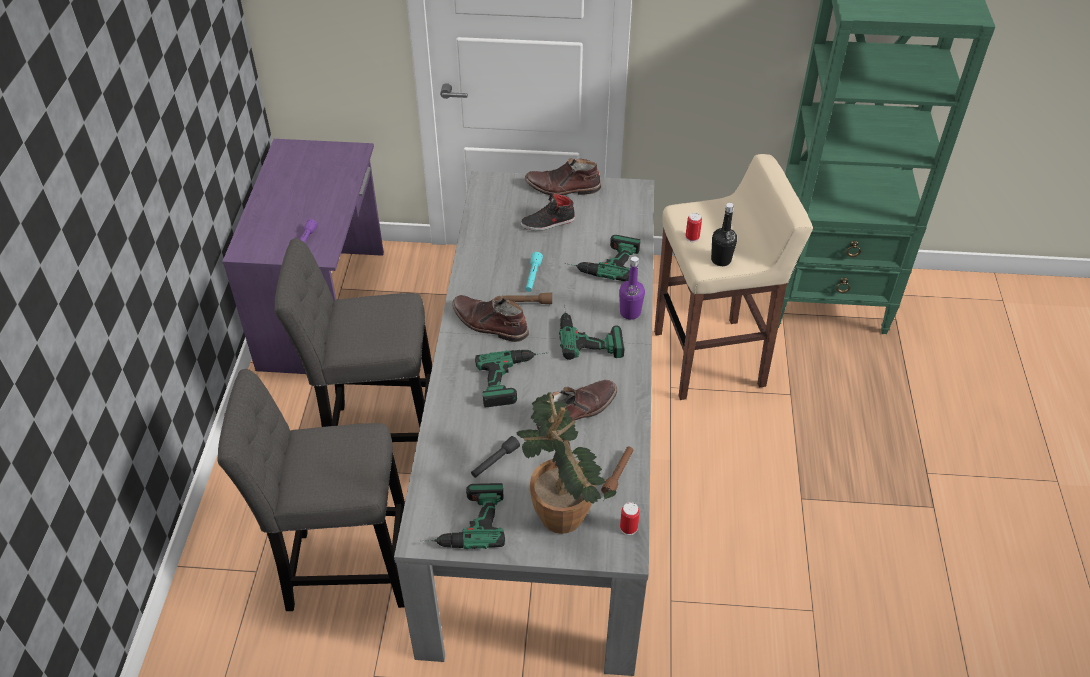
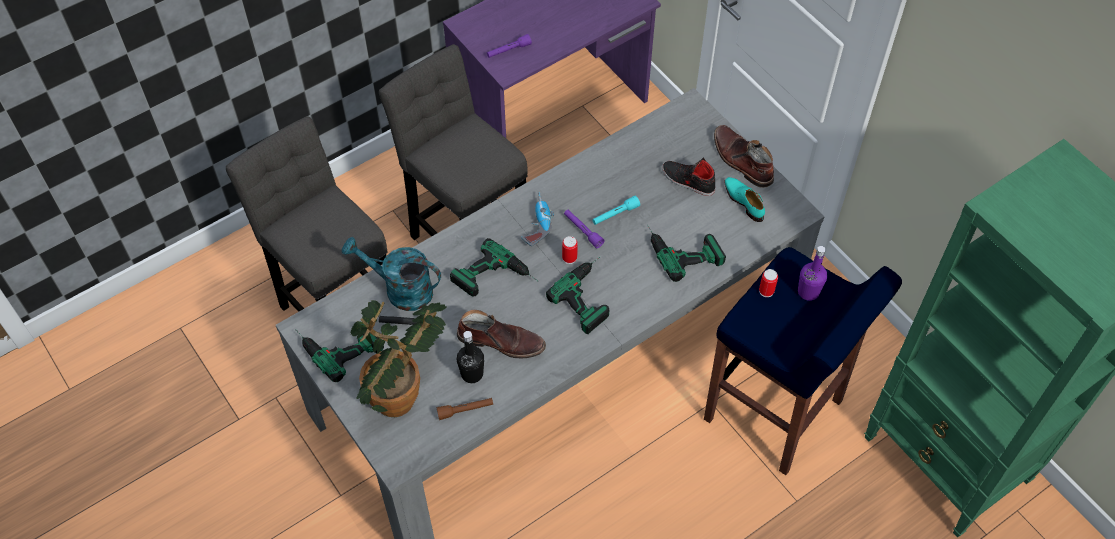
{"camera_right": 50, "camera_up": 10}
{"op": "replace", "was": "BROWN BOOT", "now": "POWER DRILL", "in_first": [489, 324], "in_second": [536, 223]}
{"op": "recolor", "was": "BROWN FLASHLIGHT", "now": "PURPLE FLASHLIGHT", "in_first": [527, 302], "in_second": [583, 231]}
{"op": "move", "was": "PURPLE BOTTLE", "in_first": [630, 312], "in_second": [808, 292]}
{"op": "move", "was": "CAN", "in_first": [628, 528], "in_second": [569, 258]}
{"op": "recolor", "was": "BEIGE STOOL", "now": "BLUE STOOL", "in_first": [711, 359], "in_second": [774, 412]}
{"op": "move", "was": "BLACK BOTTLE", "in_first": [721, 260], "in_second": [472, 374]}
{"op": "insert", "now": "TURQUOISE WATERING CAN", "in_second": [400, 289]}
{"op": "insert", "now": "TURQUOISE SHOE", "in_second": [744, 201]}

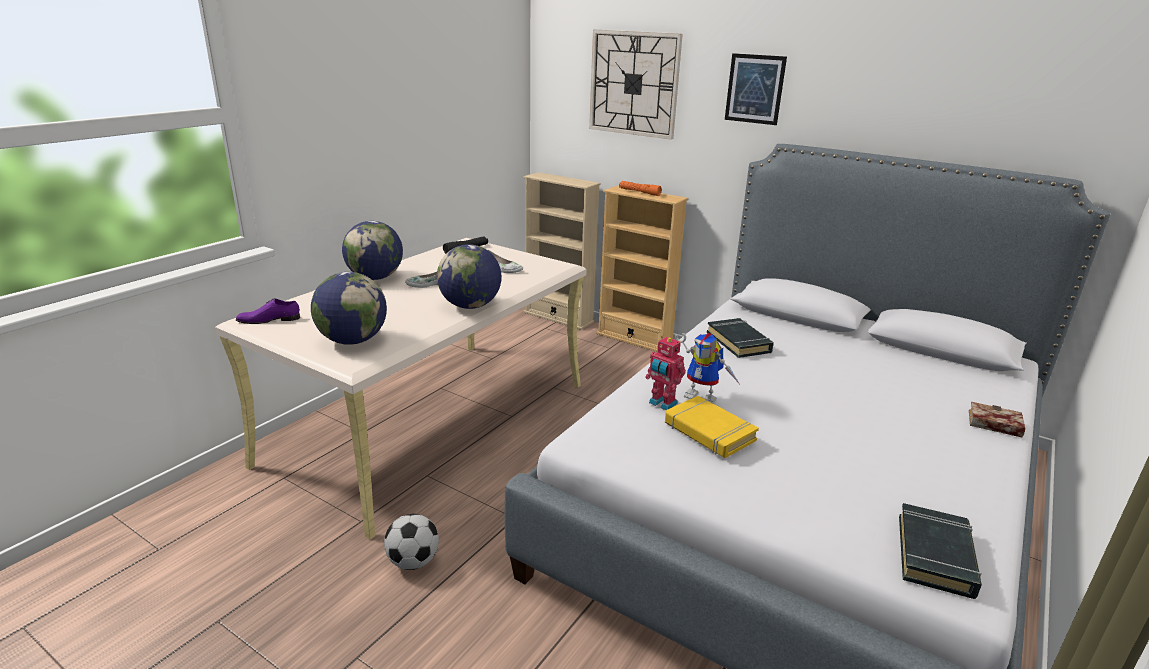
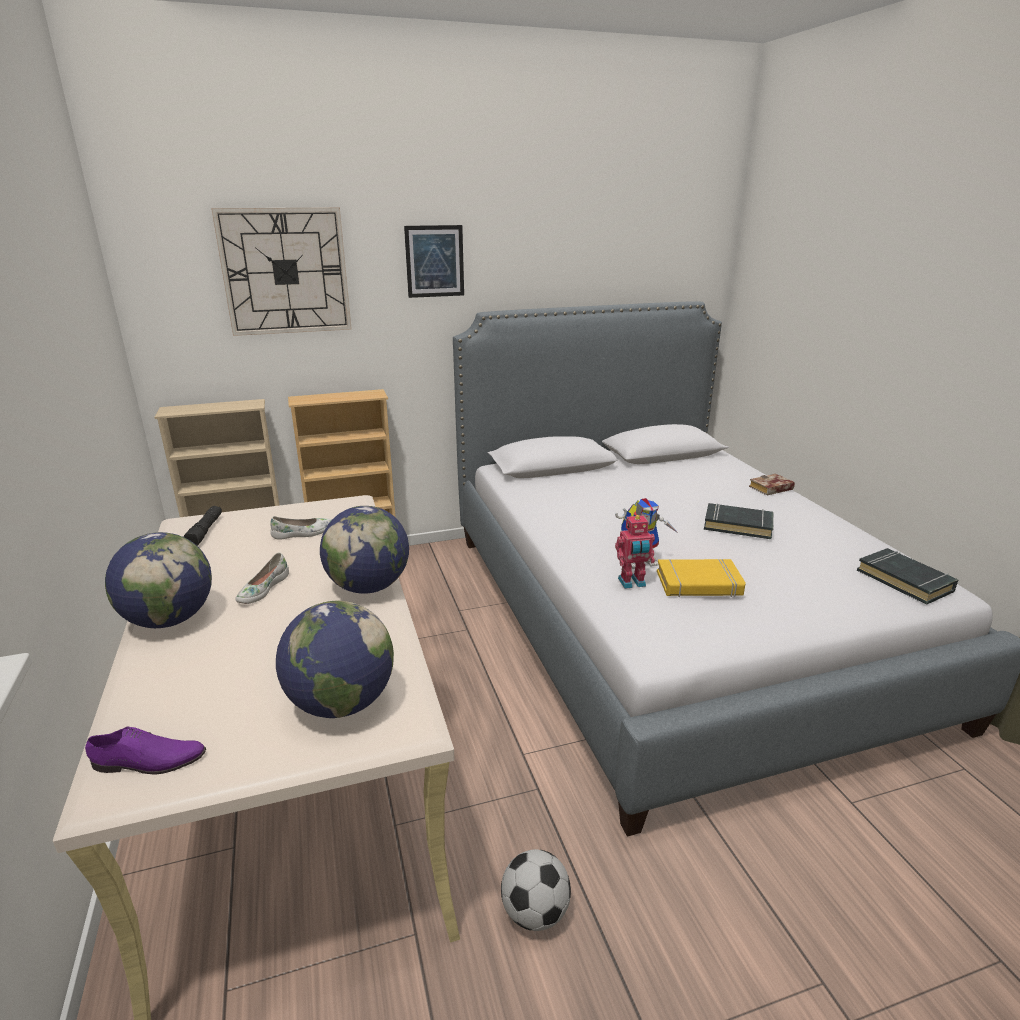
{"camera_right": -50, "camera_up": 0}
{"op": "rotate", "was": "PURPLE SHOE", "in_first": [269, 319], "in_second": [148, 762], "clockwise": -120}
{"op": "delete", "was": "ORANGE FLASHLIGHT", "in_first": [639, 192]}
{"op": "move", "was": "BLACK BOOK", "in_first": [739, 342], "in_second": [738, 525]}

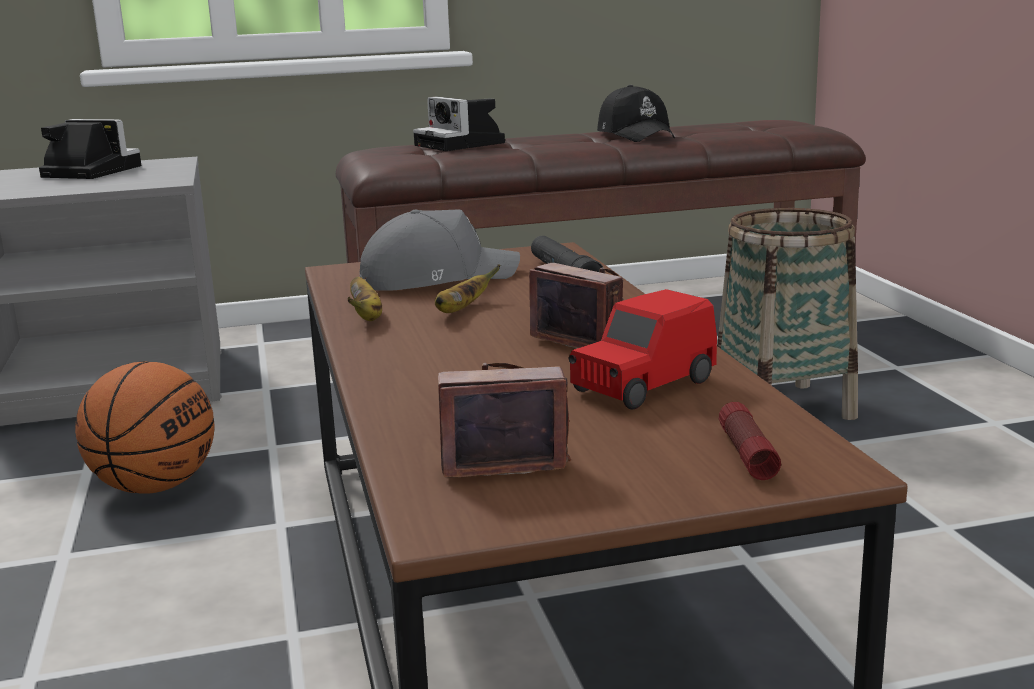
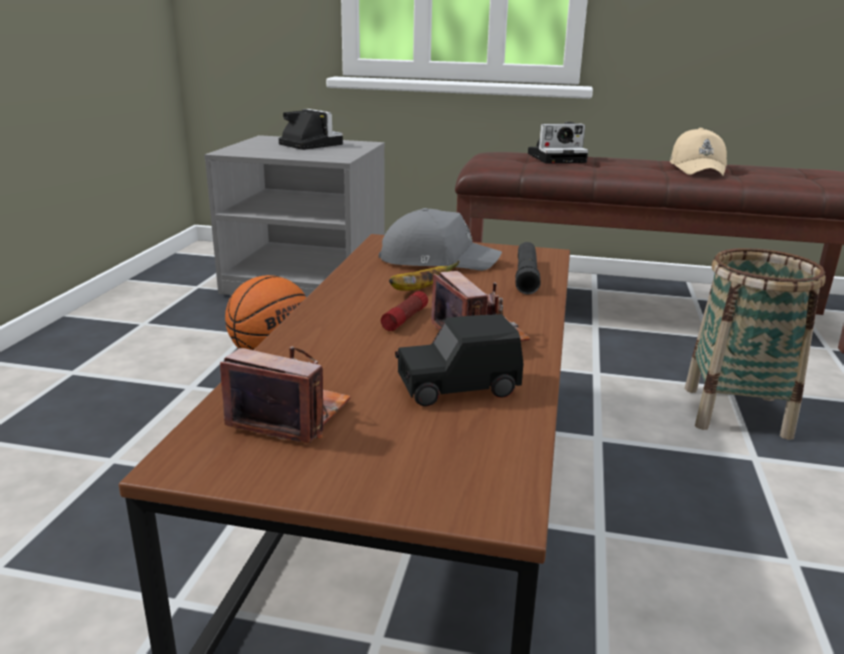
{"camera_right": 25, "camera_up": 5}
{"op": "delete", "was": "BANANA", "in_first": [366, 316]}
{"op": "rotate", "was": "PHOTO CAMERA", "in_first": [462, 144], "in_second": [558, 158], "clockwise": -90}
{"op": "recolor", "was": "RED TOY CAR", "now": "BLACK TOY CAR", "in_first": [642, 387], "in_second": [456, 388]}
{"op": "recolor", "was": "BLACK CAP", "now": "BEIGE CAP", "in_first": [636, 135], "in_second": [697, 168]}
{"op": "move", "was": "FLASHLIGHT", "in_first": [746, 454], "in_second": [405, 319]}

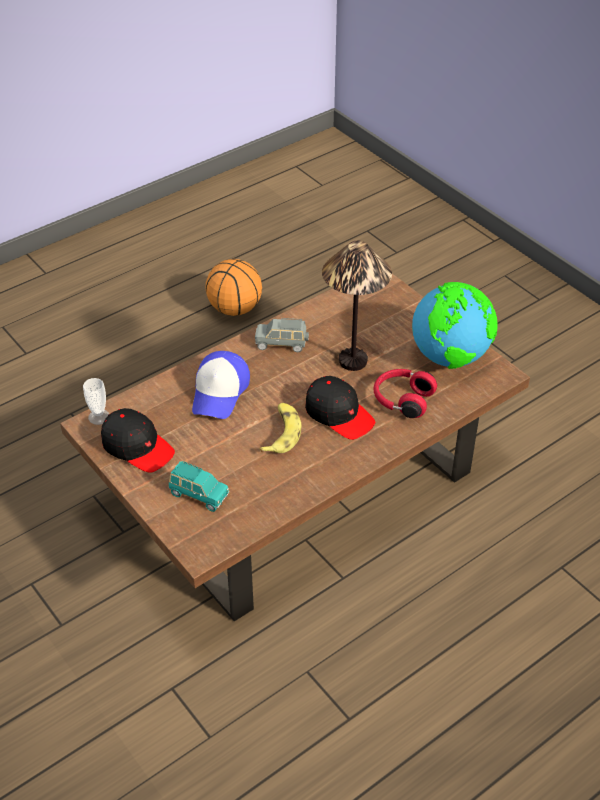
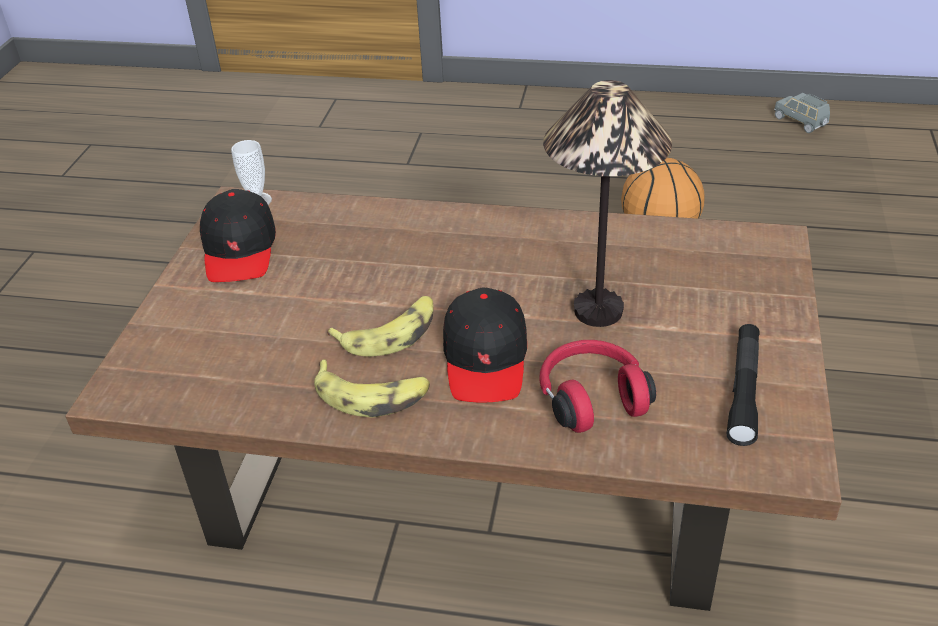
{"camera_right": 50, "camera_up": -5}
{"op": "delete", "was": "TURQUOISE TOY CAR", "in_first": [198, 495]}
{"op": "delete", "was": "CAP", "in_first": [220, 392]}
{"op": "move", "was": "GREY TOY CAR", "in_first": [282, 344], "in_second": [800, 122]}
{"op": "replace", "was": "GLOBE", "now": "BLACK FLASHLIGHT", "in_first": [450, 357], "in_second": [743, 390]}
{"op": "insert", "now": "BANANA", "in_second": [372, 395]}

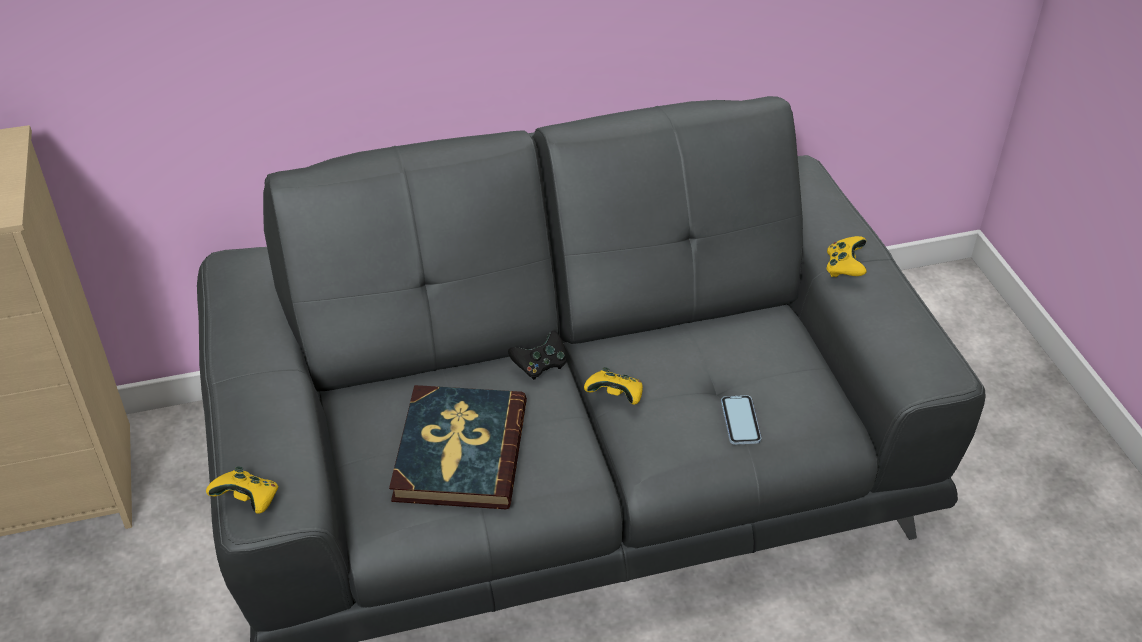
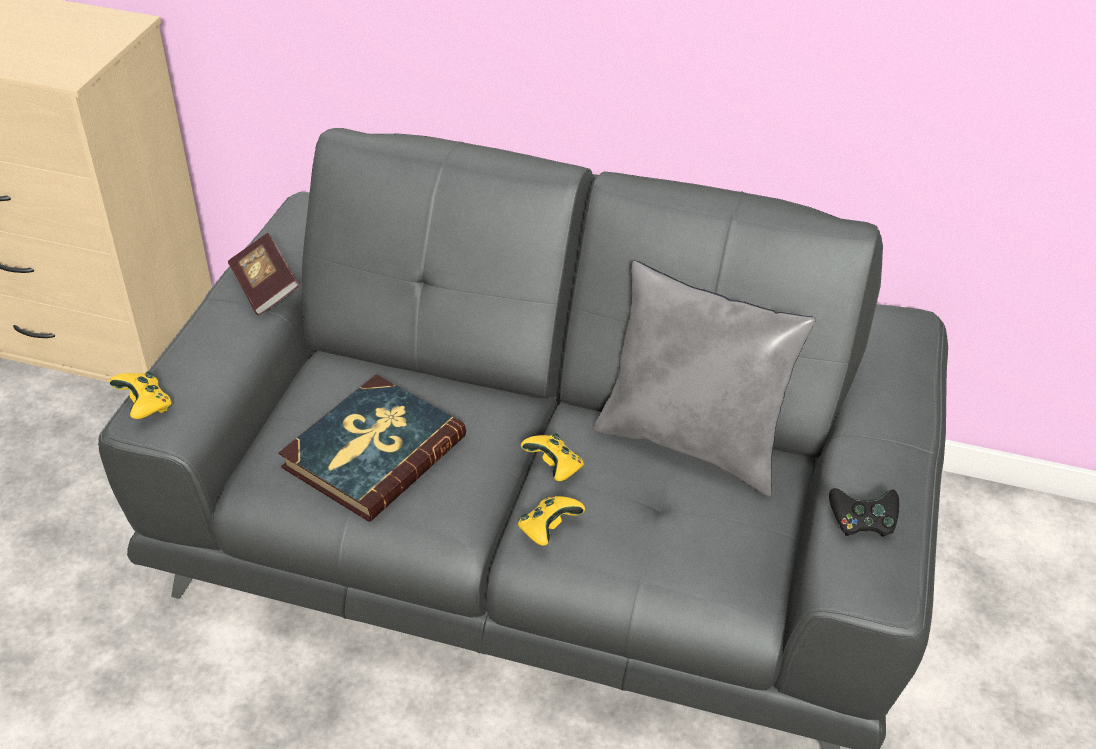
{"camera_right": 30, "camera_up": 0}
{"op": "move", "was": "BLACK GAME CONTROLLER", "in_first": [540, 366], "in_second": [861, 523]}
{"op": "delete", "was": "PHONE", "in_first": [740, 421]}
{"op": "move", "was": "YELLOW GAME CONTROLLER", "in_first": [844, 268], "in_second": [548, 529]}
{"op": "insert", "now": "BOOK", "in_second": [265, 288]}
{"op": "insert", "now": "GREY PILLOW", "in_second": [692, 442]}

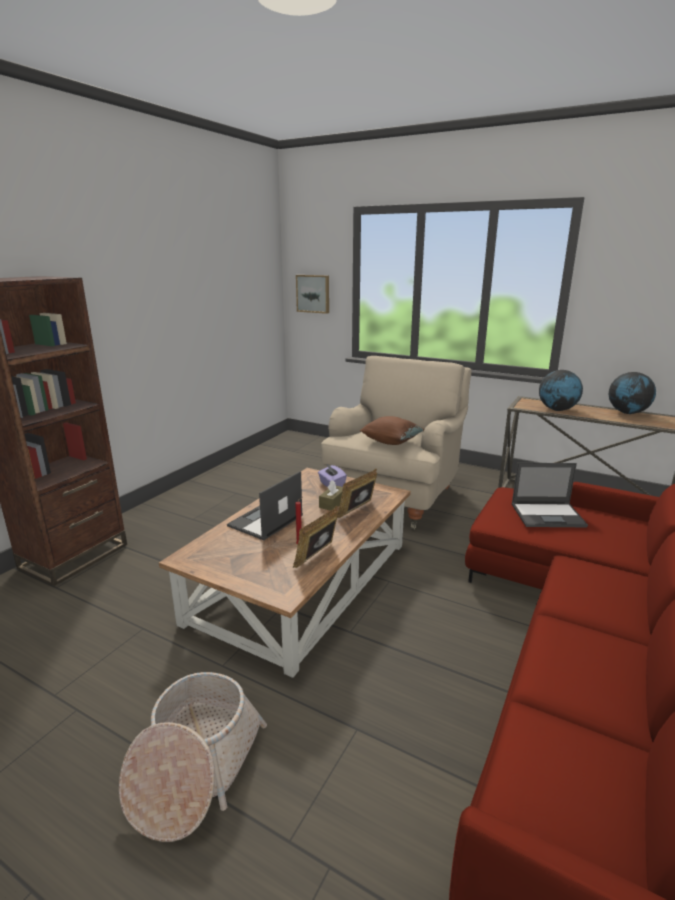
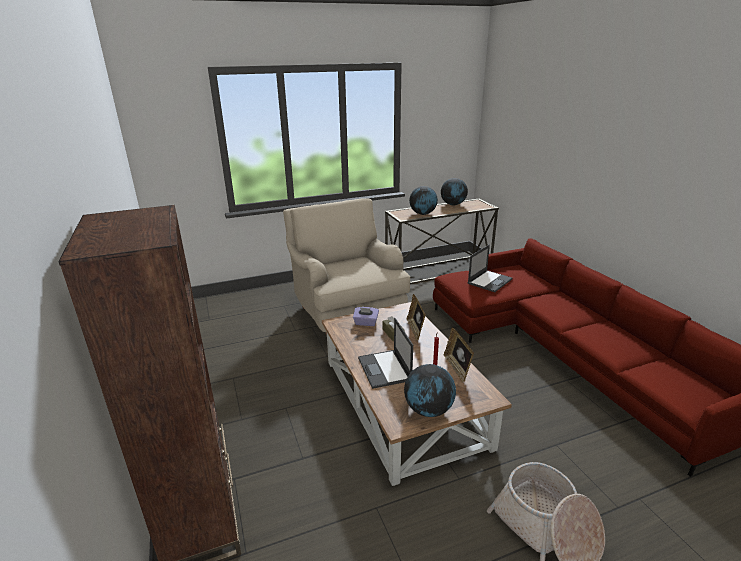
{"camera_right": -50, "camera_up": 5}
{"op": "delete", "was": "PICTURE", "in_first": [313, 293]}
{"op": "delete", "was": "BROWN PILLOW", "in_first": [391, 442]}
{"op": "insert", "now": "GLOBE", "in_second": [429, 410]}

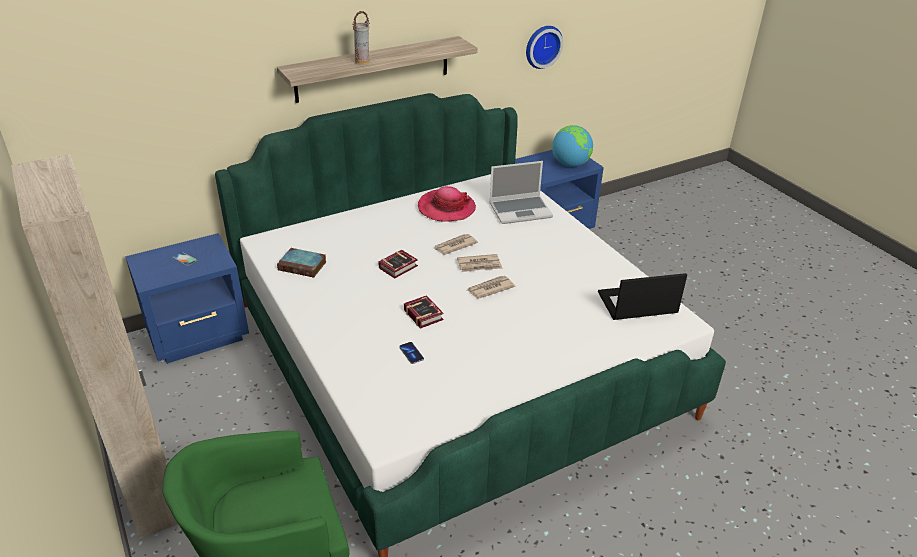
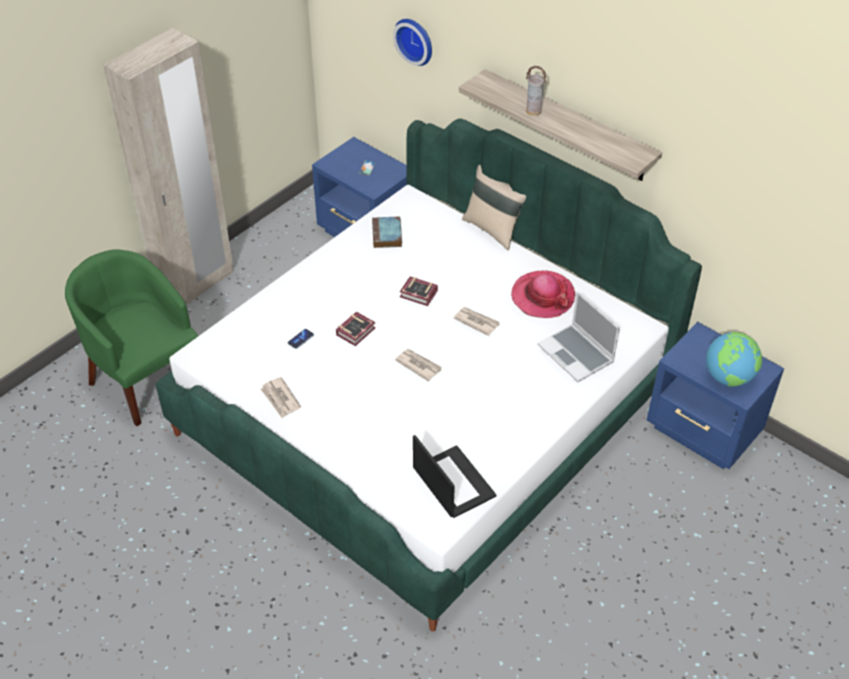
{"camera_right": 70, "camera_up": 10}
{"op": "move", "was": "NEWSPAPER", "in_first": [479, 265], "in_second": [280, 399]}
{"op": "move", "was": "WALL CLOCK", "in_first": [542, 46], "in_second": [415, 40]}
{"op": "insert", "now": "BEIGE PILLOW", "in_second": [493, 229]}

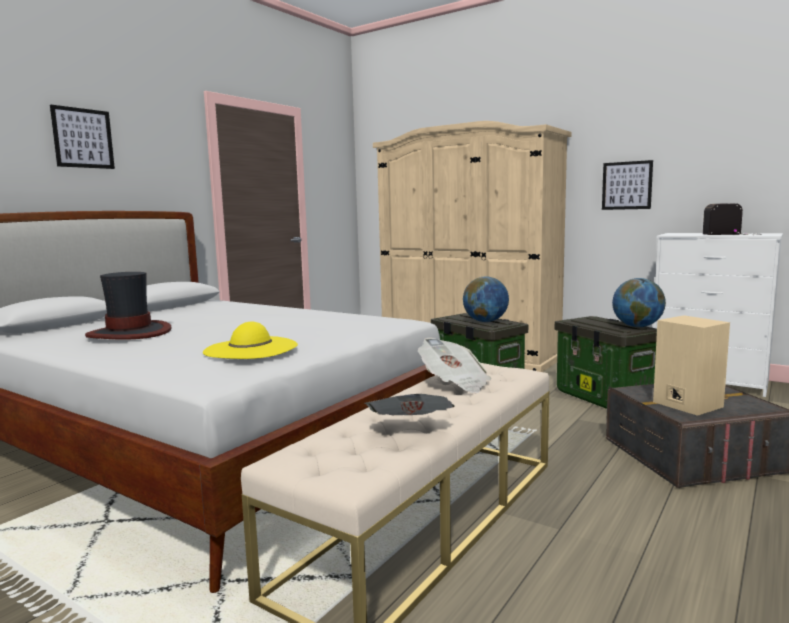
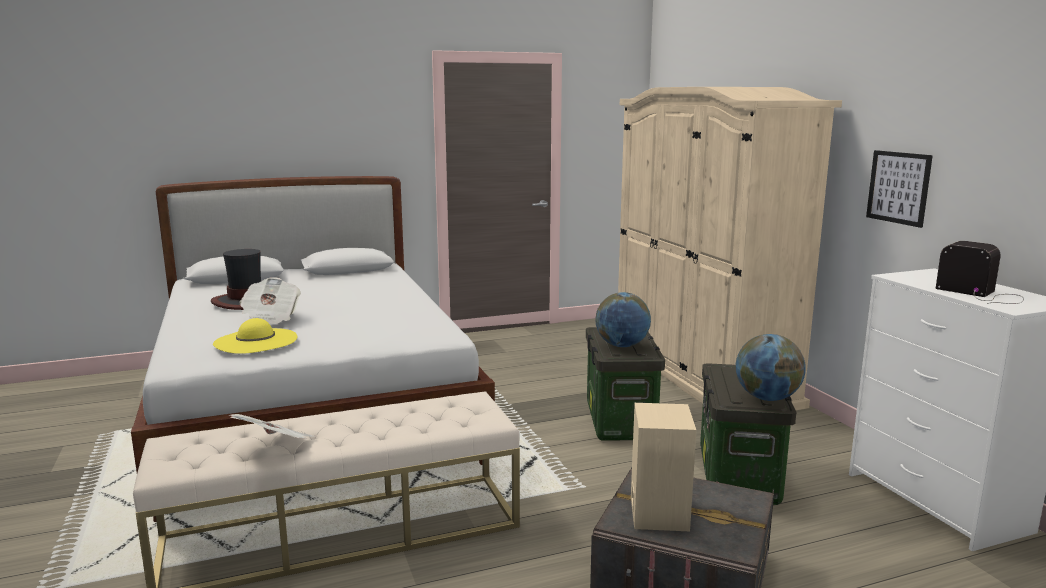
{"camera_right": 35, "camera_up": 5}
{"op": "delete", "was": "PICTURE", "in_first": [83, 138]}
{"op": "move", "was": "NEWSPAPER", "in_first": [455, 384], "in_second": [270, 318]}

